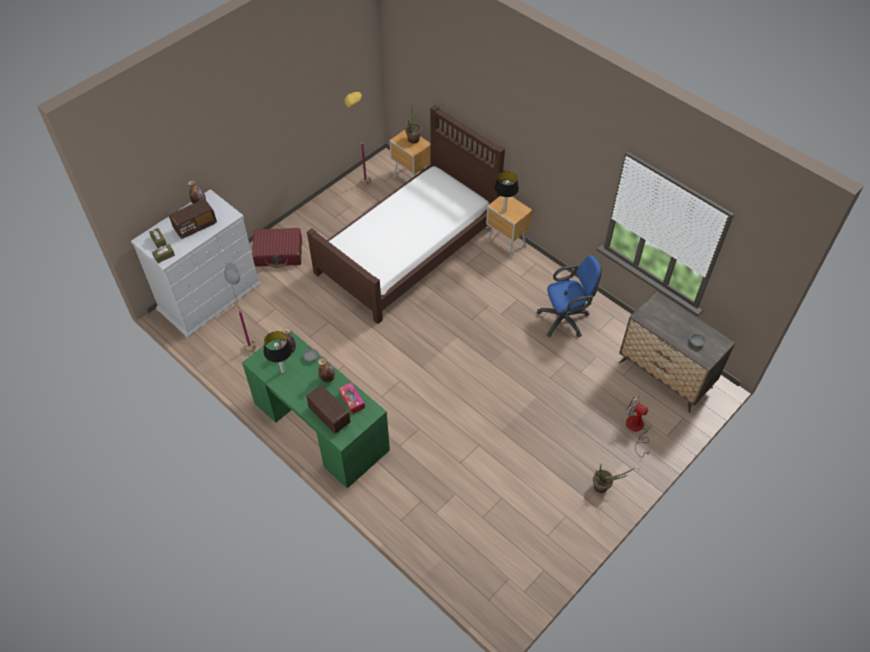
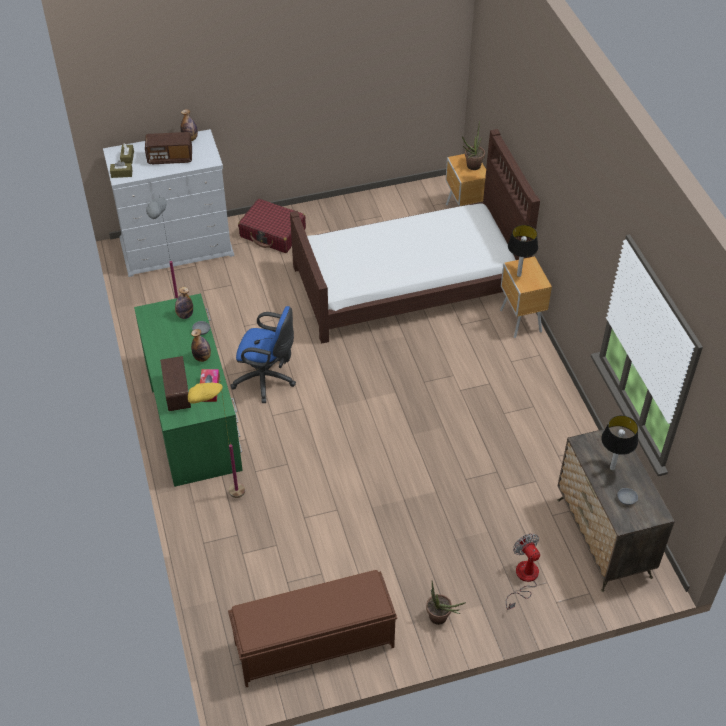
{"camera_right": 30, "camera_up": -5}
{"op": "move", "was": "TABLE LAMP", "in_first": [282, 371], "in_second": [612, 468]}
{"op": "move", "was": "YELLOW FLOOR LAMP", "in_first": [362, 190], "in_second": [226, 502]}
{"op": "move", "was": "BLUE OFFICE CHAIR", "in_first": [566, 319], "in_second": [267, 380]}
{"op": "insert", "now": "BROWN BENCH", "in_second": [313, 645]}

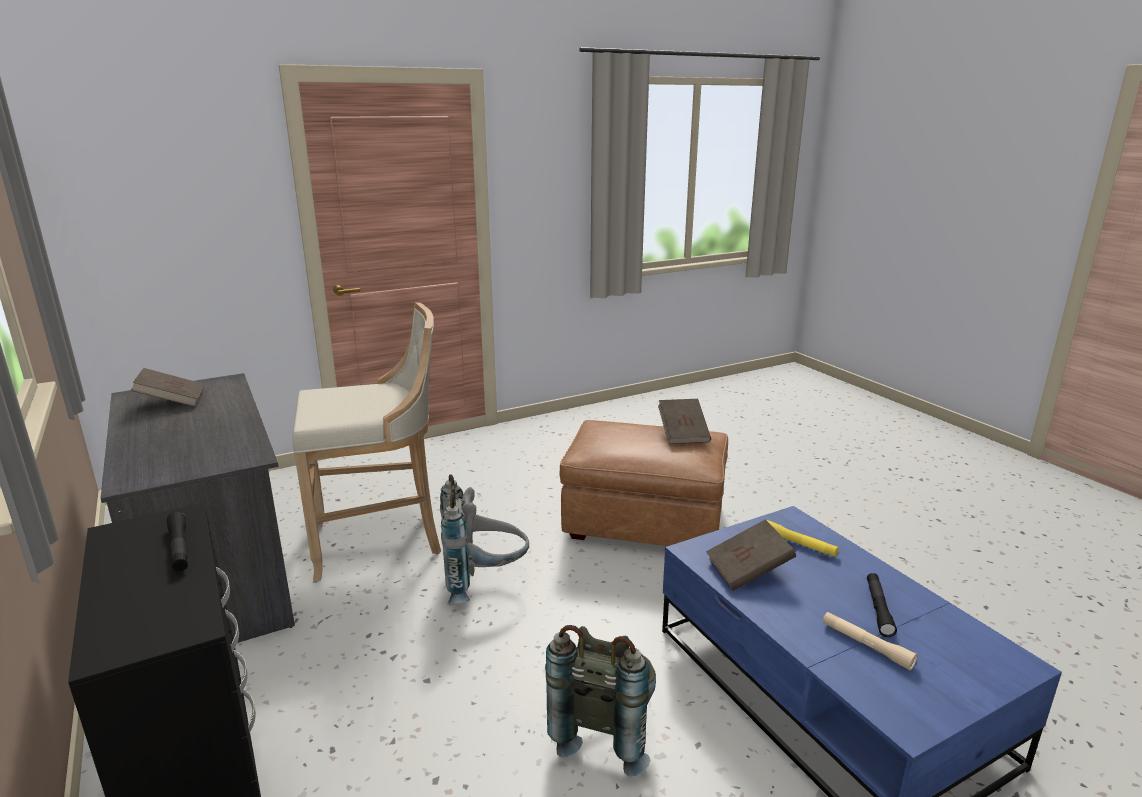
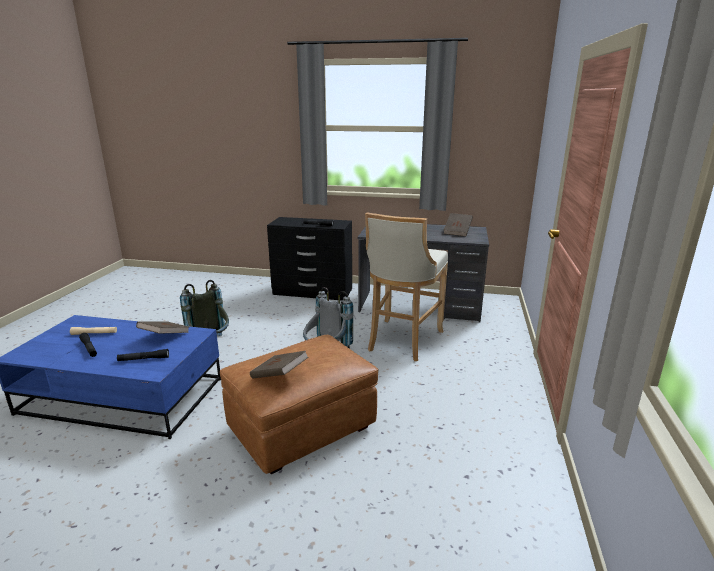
{"camera_right": 130, "camera_up": 0}
{"op": "recolor", "was": "YELLOW FLASHLIGHT", "now": "BLACK FLASHLIGHT", "in_first": [799, 544], "in_second": [143, 359]}

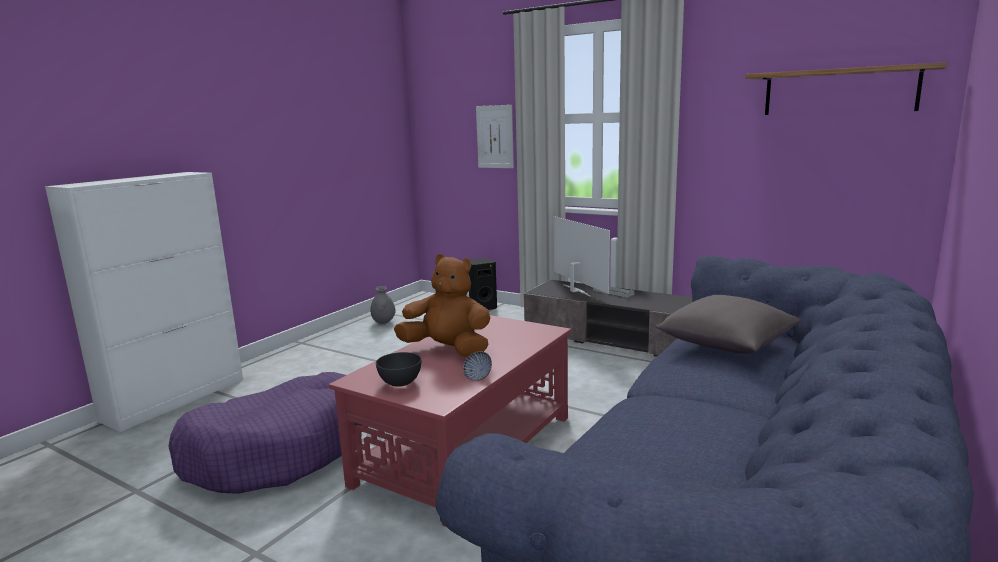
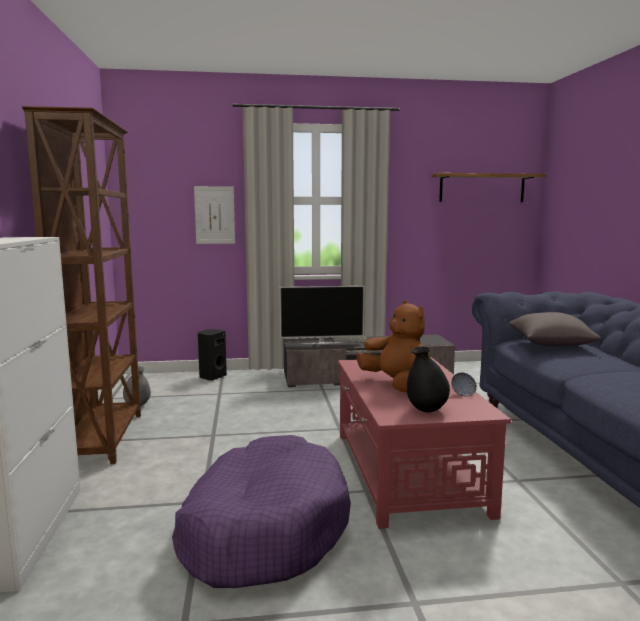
{"camera_right": -40, "camera_up": -5}
{"op": "replace", "was": "GREY BOWL", "now": "BLACK VASE", "in_first": [400, 382], "in_second": [427, 410]}
{"op": "rotate", "was": "BROWN PLUSH TOY", "in_first": [448, 350], "in_second": [396, 385], "clockwise": 75}
{"op": "rotate", "was": "TELEVISION", "in_first": [575, 290], "in_second": [321, 343], "clockwise": 150}
{"op": "insert", "now": "BROWN BOOKCASE", "in_second": [105, 438]}

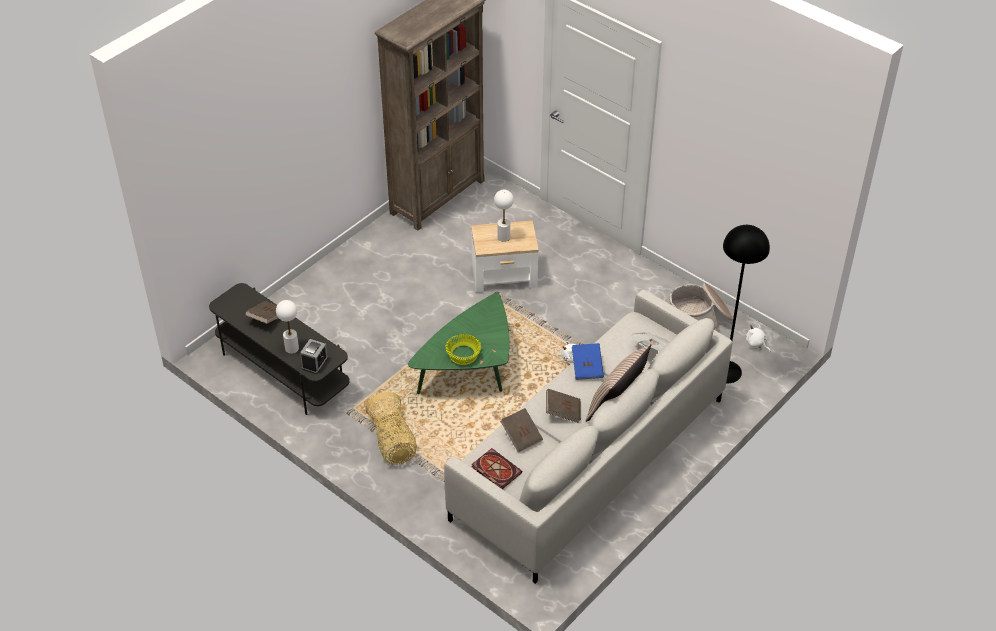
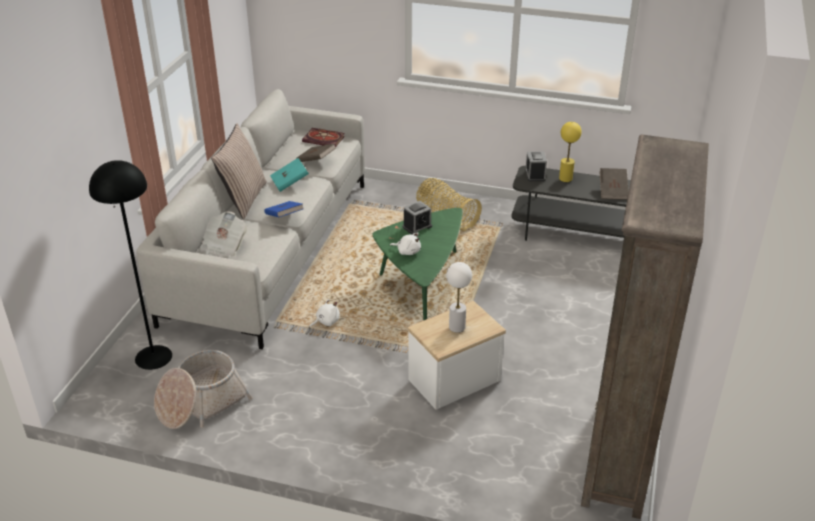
{"camera_right": 155, "camera_up": -10}
{"op": "recolor", "was": "WHITE TABLE LAMP", "now": "YELLOW TABLE LAMP", "in_first": [292, 348], "in_second": [565, 178]}
{"op": "replace", "was": "YELLOW BOWL", "now": "ALARM CLOCK", "in_first": [463, 355], "in_second": [417, 227]}
{"op": "recolor", "was": "BROWN BOOK", "now": "TURQUOISE BOOK", "in_first": [563, 411], "in_second": [290, 182]}
{"op": "move", "was": "WHITE PLUSH TOY", "in_first": [756, 344], "in_second": [407, 251]}

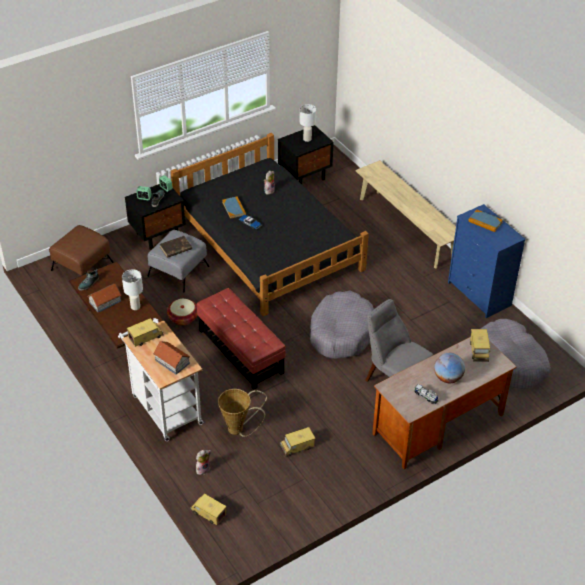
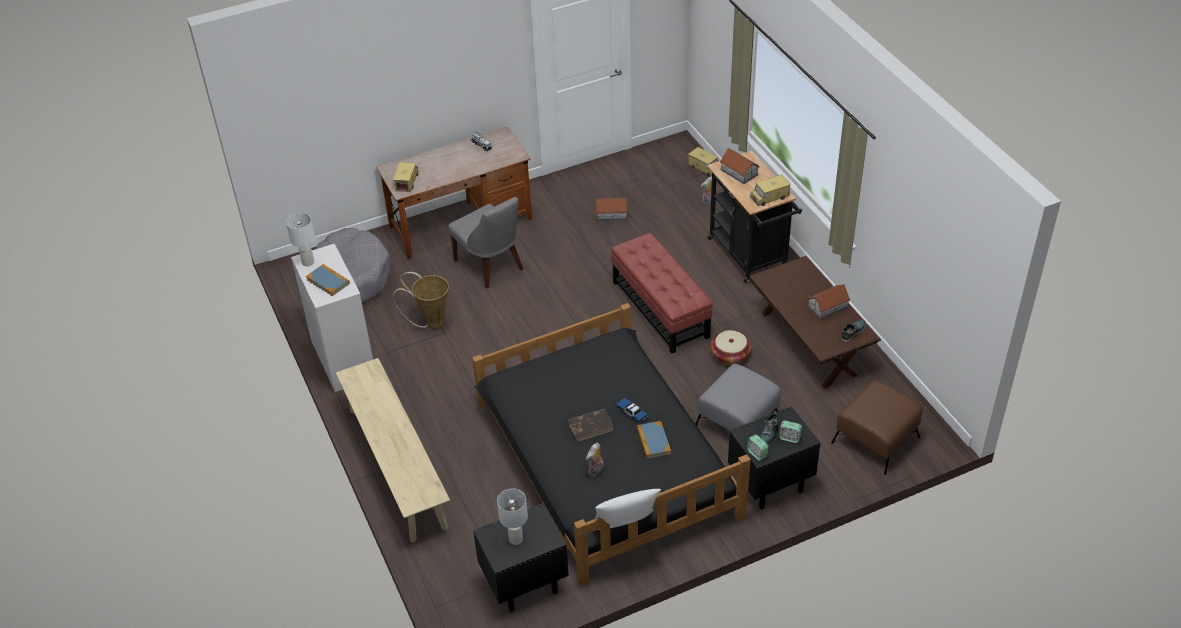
{"camera_right": -170, "camera_up": 0}
{"op": "recolor", "was": "WHITE CART", "now": "BLACK CART", "in_first": [164, 407], "in_second": [750, 257]}
{"op": "move", "was": "WHITE TABLE LAMP", "in_first": [135, 307], "in_second": [308, 262]}
{"op": "move", "was": "BROWN BOOK", "in_first": [175, 248], "in_second": [591, 426]}
{"op": "move", "was": "BASKET", "in_first": [239, 430], "in_second": [431, 323]}
{"op": "replace", "was": "TOY TRUCK", "now": "TOY HOUSE", "in_first": [297, 446], "in_second": [611, 213]}
{"op": "delete", "was": "GREY DOG BED", "in_first": [341, 332]}
{"op": "delete", "was": "GLOBE", "in_first": [447, 378]}
{"op": "recolor", "was": "BLUE DRESSER", "now": "WHITE DRESSER", "in_first": [479, 294], "in_second": [343, 359]}
{"op": "insert", "now": "WHITE PILLOW", "in_second": [624, 528]}

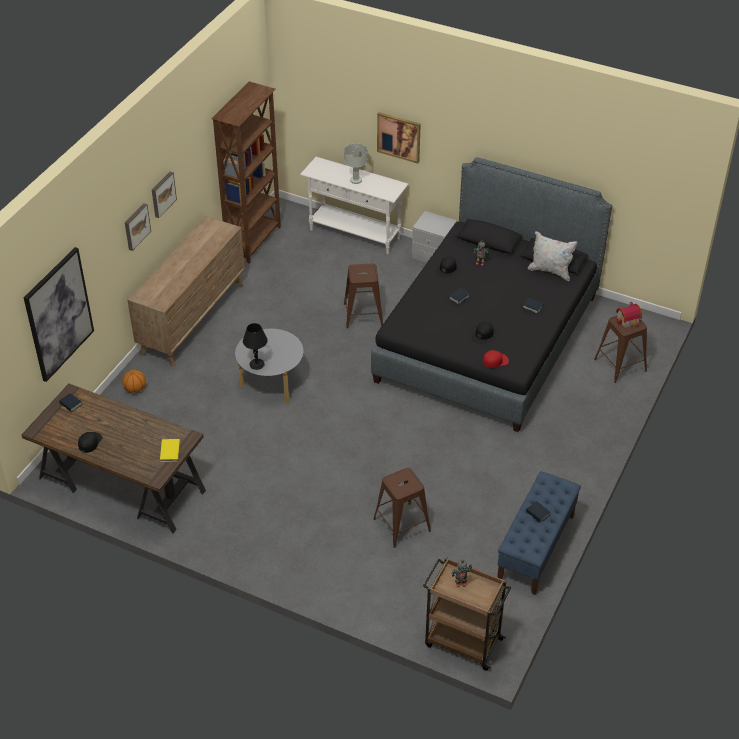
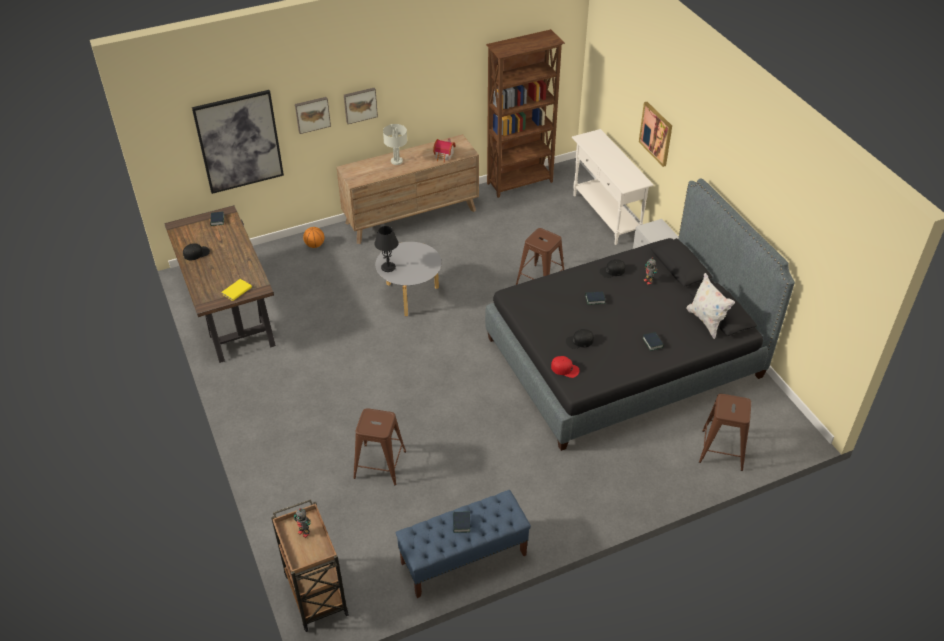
{"camera_right": 40, "camera_up": 0}
{"op": "move", "was": "PICTURE", "in_first": [162, 194], "in_second": [312, 114]}
{"op": "move", "was": "GREY TABLE LAMP", "in_first": [356, 180], "in_second": [397, 161]}
{"op": "move", "was": "TOY HOUSE", "in_first": [628, 321], "in_second": [444, 156]}

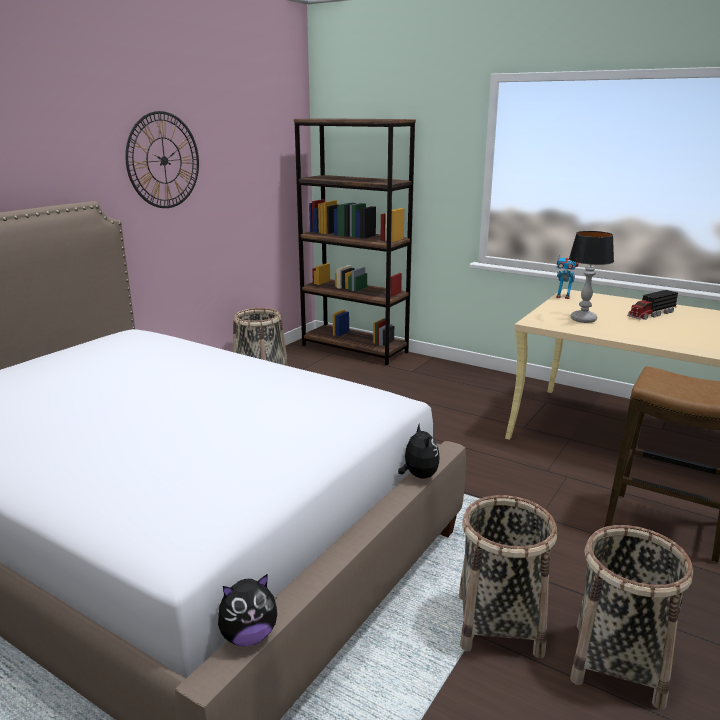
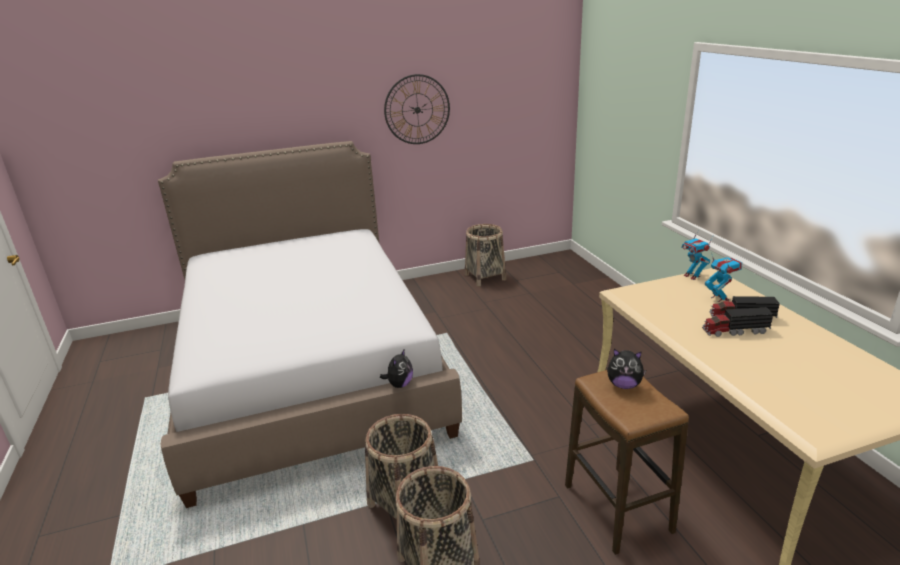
{"camera_right": 40, "camera_up": 5}
{"op": "move", "was": "PLUSH TOY", "in_first": [248, 636], "in_second": [624, 385]}
{"op": "delete", "was": "BROWN BOOKCASE", "in_first": [354, 349]}
{"op": "delete", "was": "TABLE LAMP", "in_first": [584, 320]}
{"op": "insert", "now": "TOY TRUCK", "in_second": [734, 331]}
{"op": "insert", "now": "TOY ROBOT", "in_second": [719, 298]}

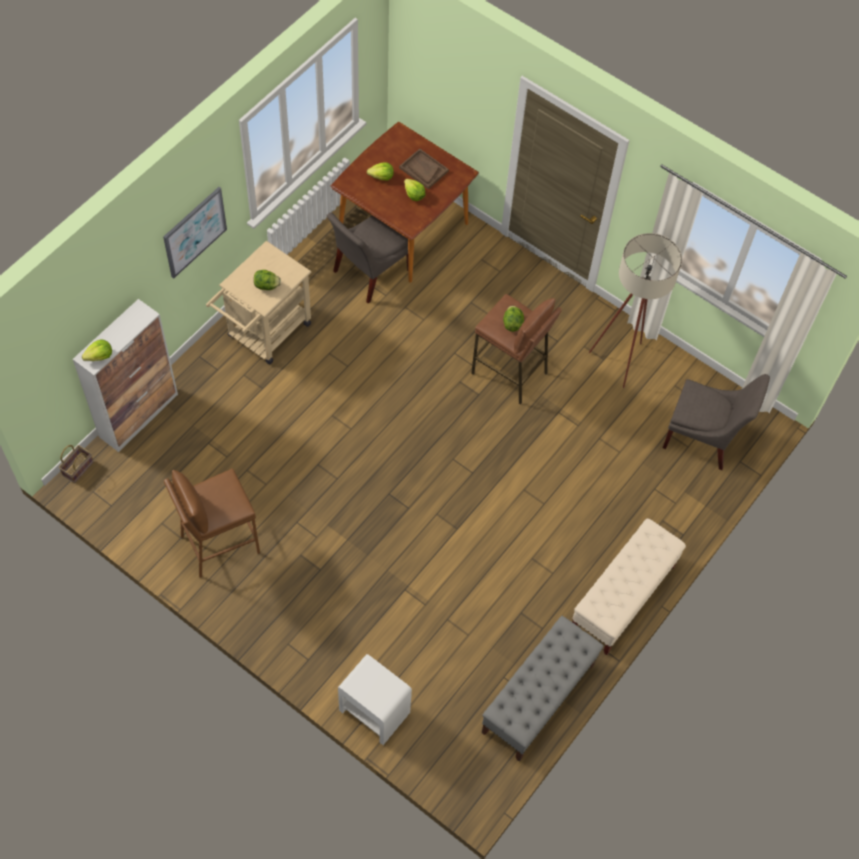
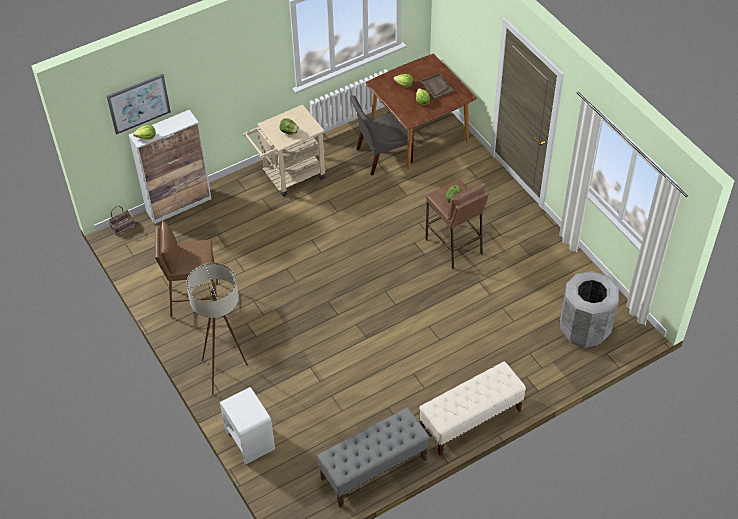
{"camera_right": 25, "camera_up": -10}
{"op": "move", "was": "PICTURE", "in_first": [194, 232], "in_second": [138, 103]}
{"op": "move", "was": "BEIGE FLOOR LAMP", "in_first": [623, 358], "in_second": [226, 372]}
{"op": "replace", "was": "GREY CHAIR", "now": "GREY TRASH CAN", "in_first": [703, 438], "in_second": [584, 330]}

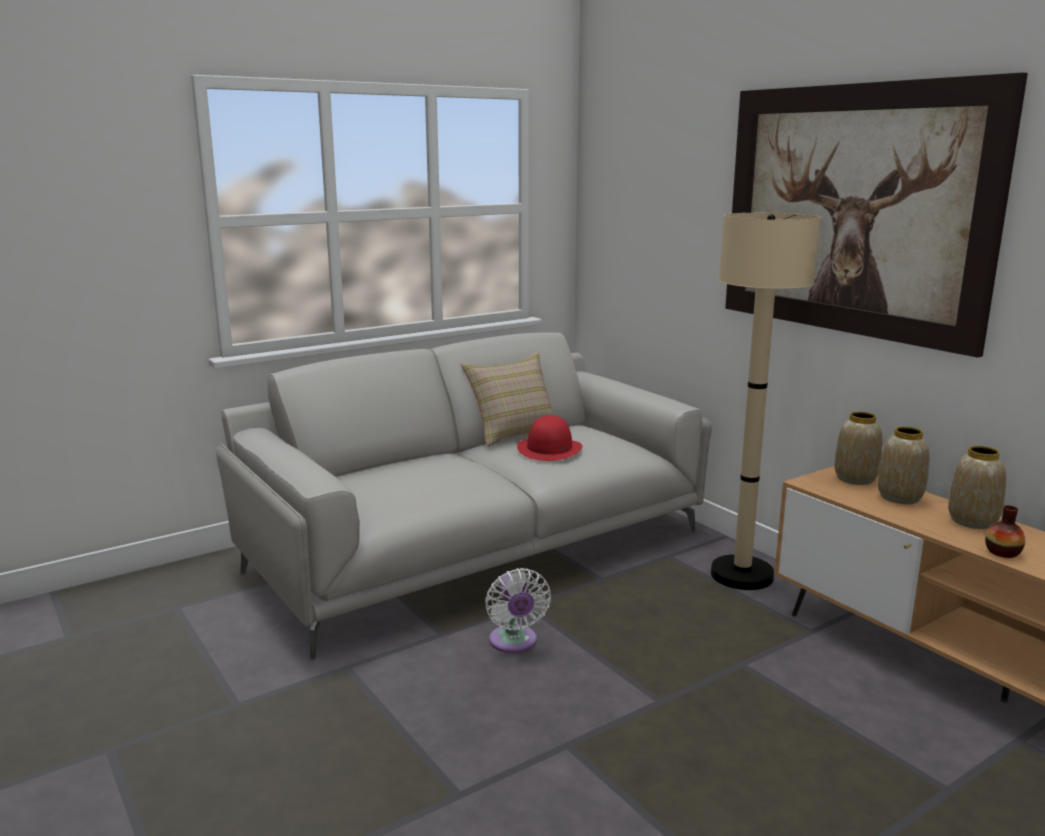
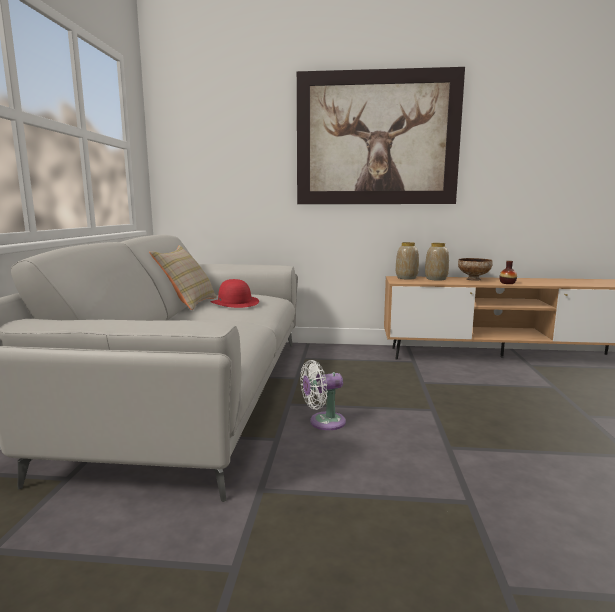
{"camera_right": -50, "camera_up": -5}
{"op": "rotate", "was": "WHITE FAN", "in_first": [514, 643], "in_second": [323, 422], "clockwise": 135}
{"op": "delete", "was": "BEIGE FLOOR LAMP", "in_first": [741, 575]}
{"op": "replace", "was": "VASE", "now": "BOWL", "in_first": [973, 521], "in_second": [474, 279]}

